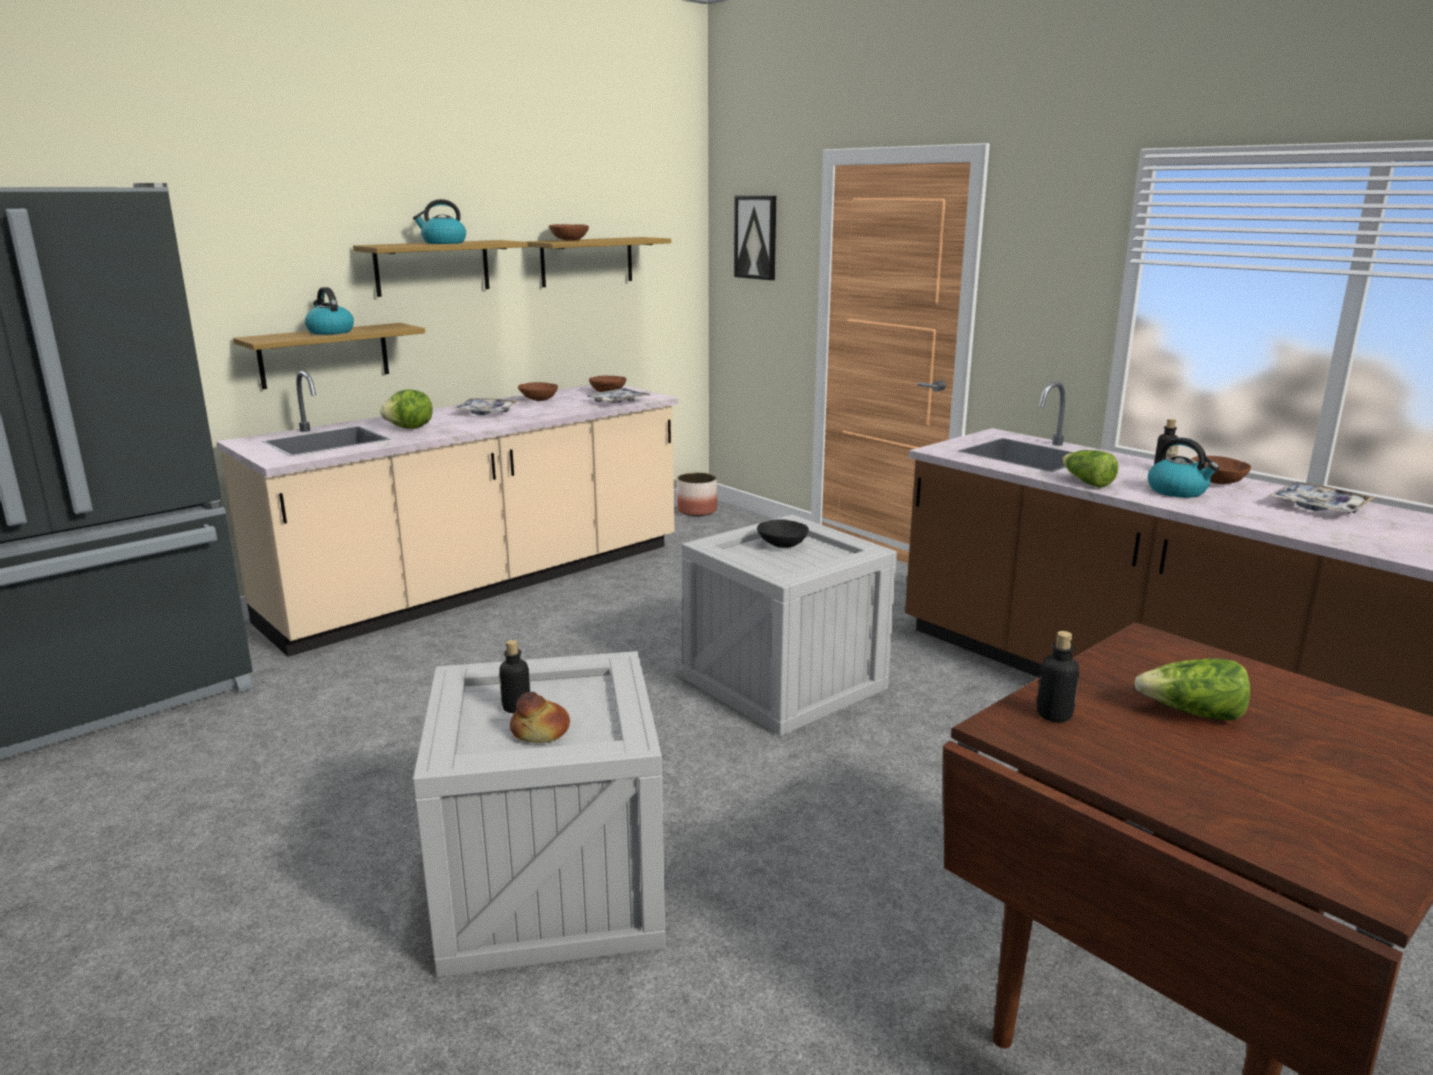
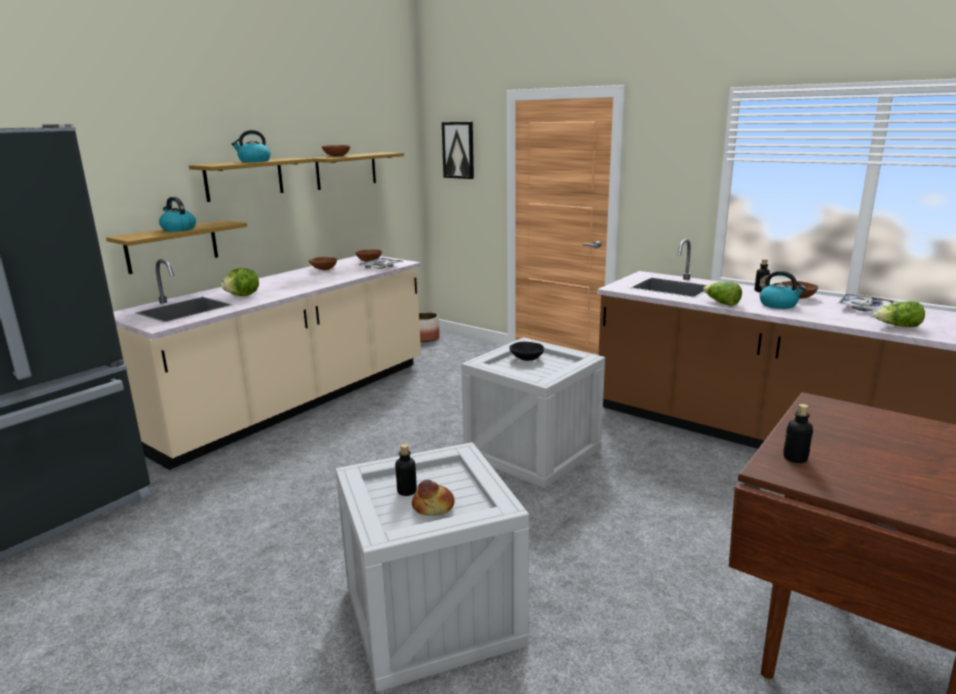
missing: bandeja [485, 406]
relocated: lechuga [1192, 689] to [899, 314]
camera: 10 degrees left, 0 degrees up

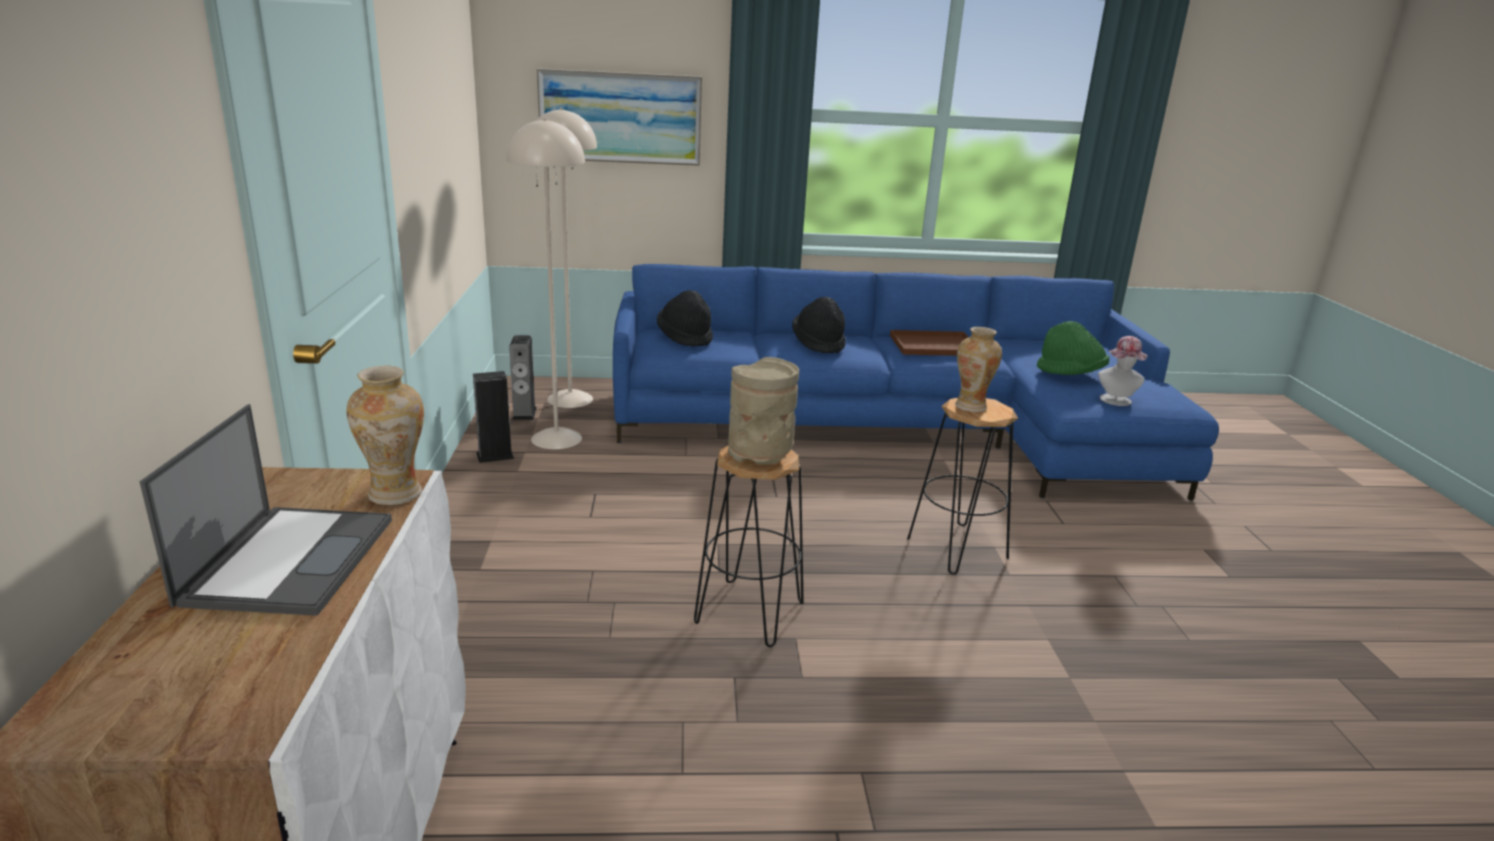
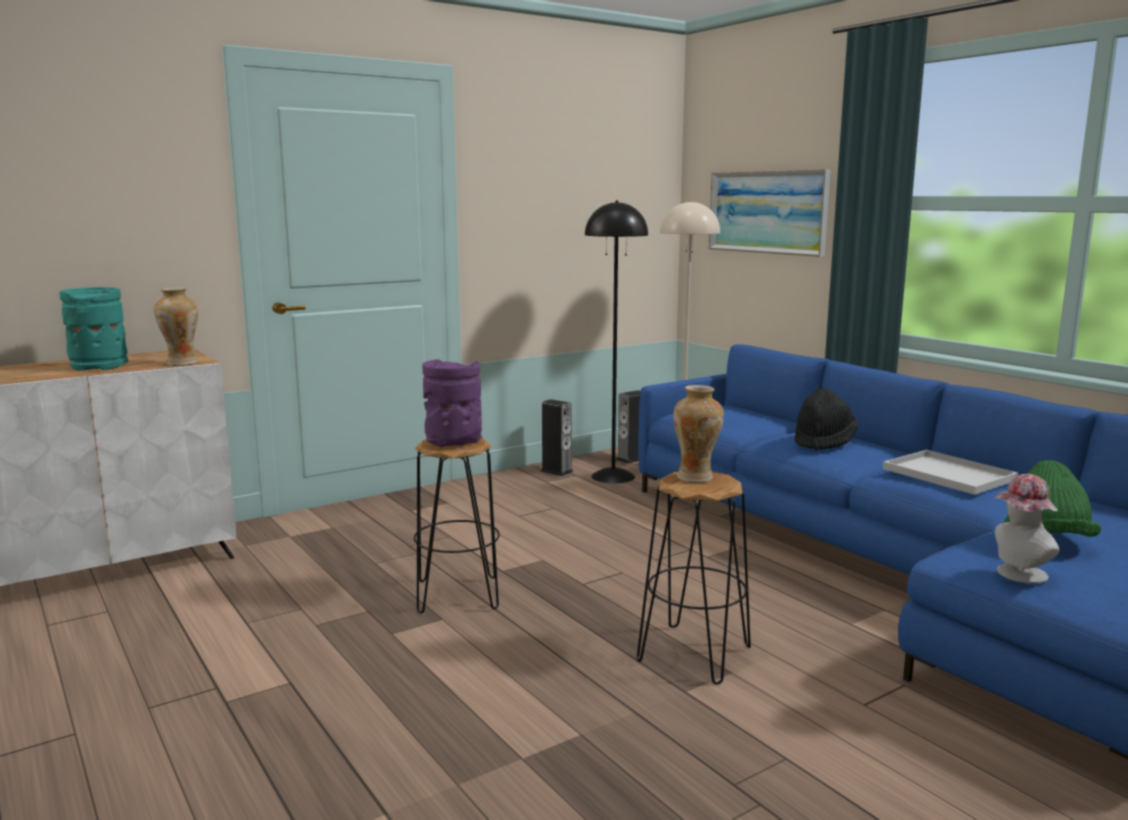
missing: sombrero/negro [685, 318]
exchanged: portátil [265, 510] to florero/turquesa [93, 329]
colour: florero/beis [763, 411] to florero/morado [452, 403]; lámpara de pie/beis [545, 283] to lámpara de pie/negro [616, 342]; bandeja/marrón [929, 343] to bandeja/blanco [950, 472]
camera: 60 degrees right, 10 degrees down

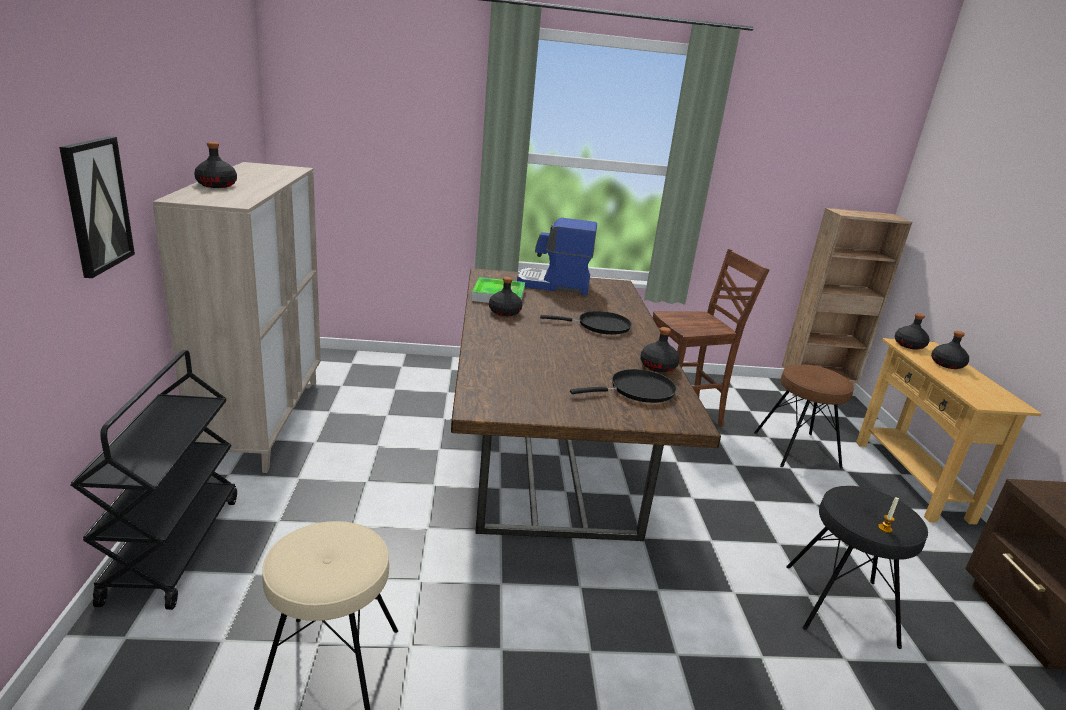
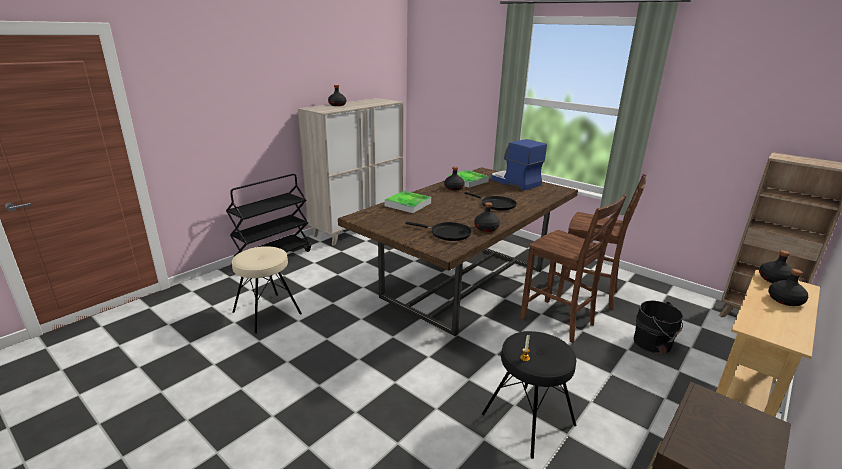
missing: cuadro [97, 207]
appeared: bandeja [407, 202]; silla/marrón [573, 269]
exchanged: taburete/marrón [804, 416] to cubo/negro [658, 327]
camera: 45 degrees right, 0 degrees up

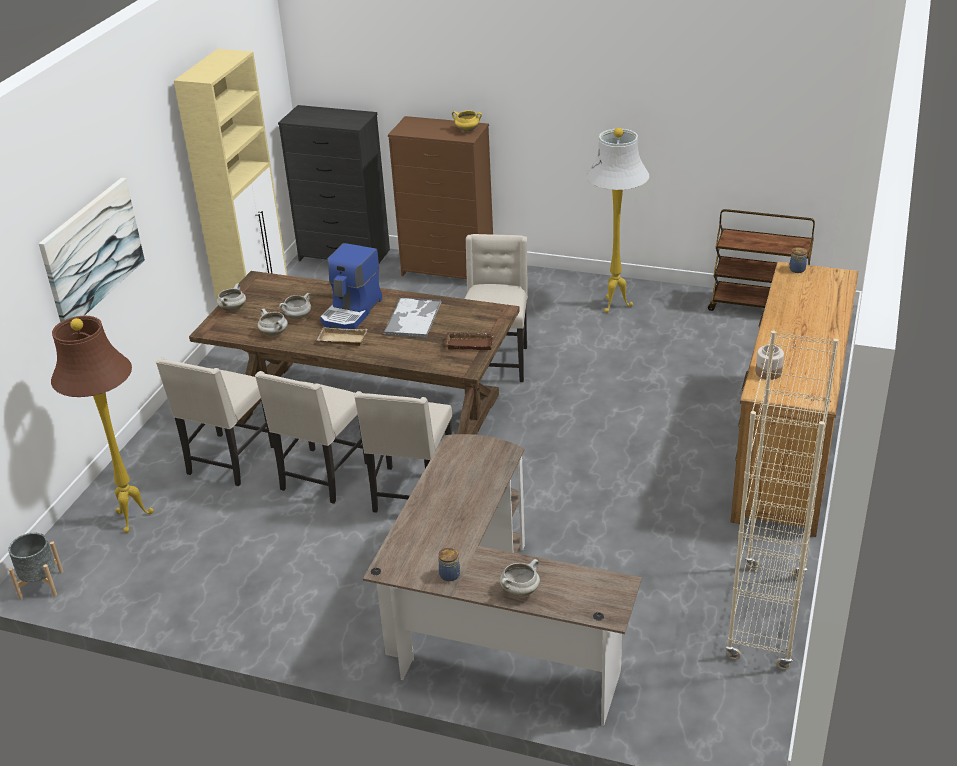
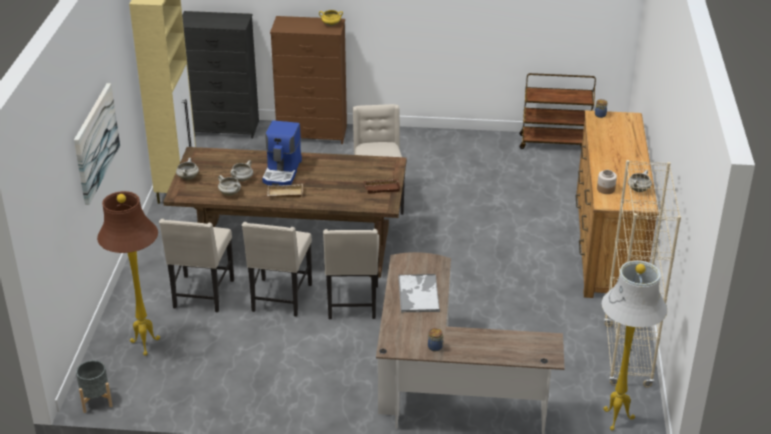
relocated: bandeja [412, 317] to [419, 293]; lámpara de pie/blanco [617, 220] to [634, 345]; olla/blanco [520, 578] to [640, 181]
camera: 15 degrees left, 0 degrees up

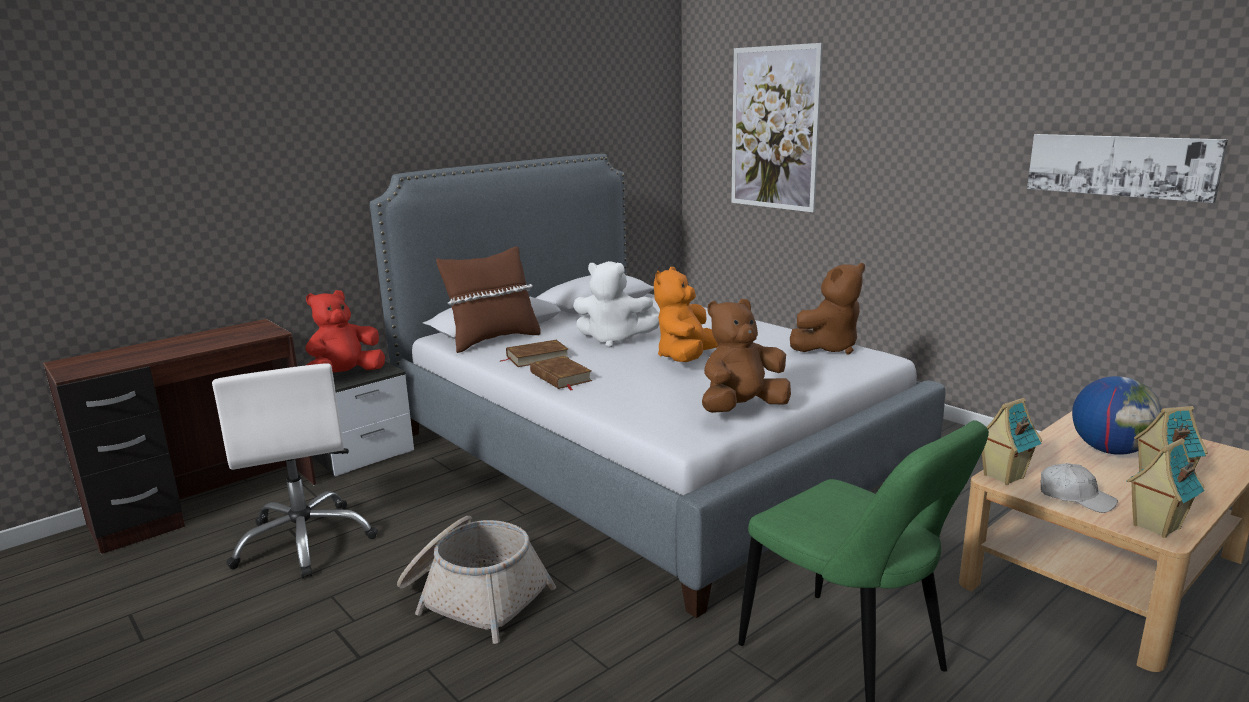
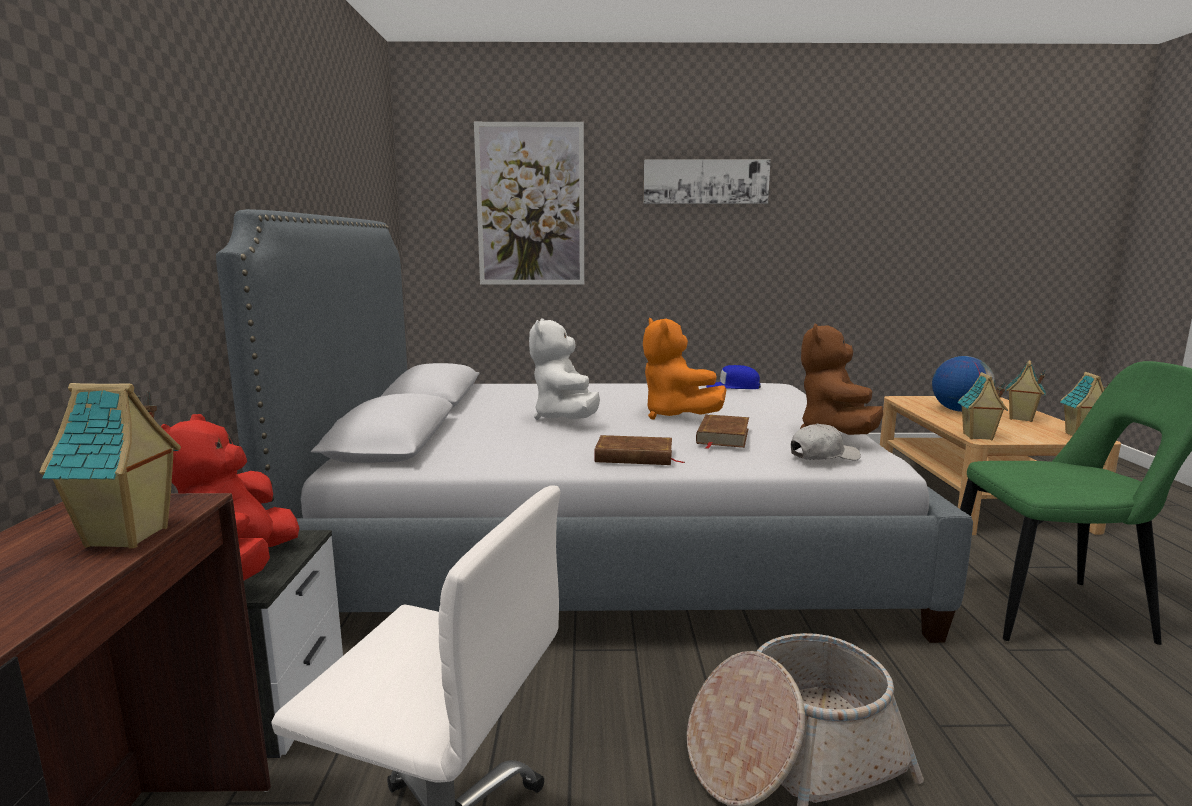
missing: cojín/marrón [488, 299]
appeared: casita [110, 466]
relocated: cuadro [1127, 168] to [707, 181]; libro/marrón [534, 353] to [722, 431]; gorra/blanco [1079, 488] to [826, 442]
exchanged: peluche/marrón [827, 308] to gorra/azul [733, 377]
spun: peluche/blanco [616, 304] = [564, 369] 120 degrees clockwise
camera: 50 degrees left, 5 degrees down

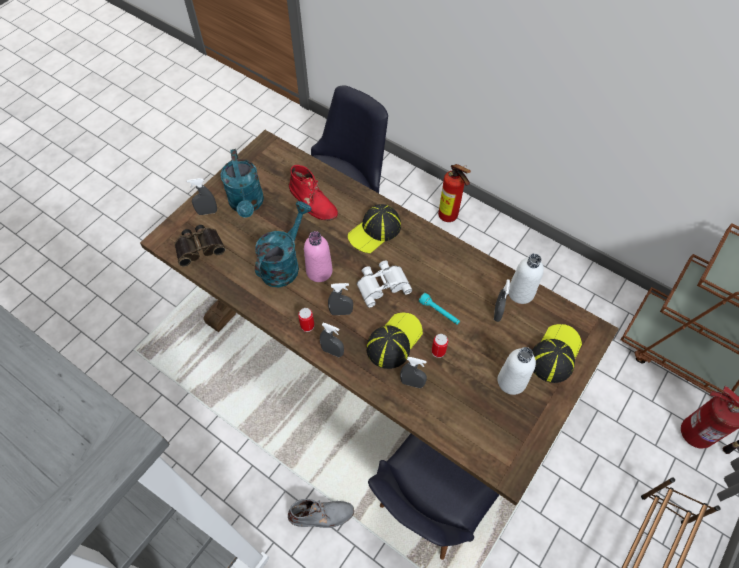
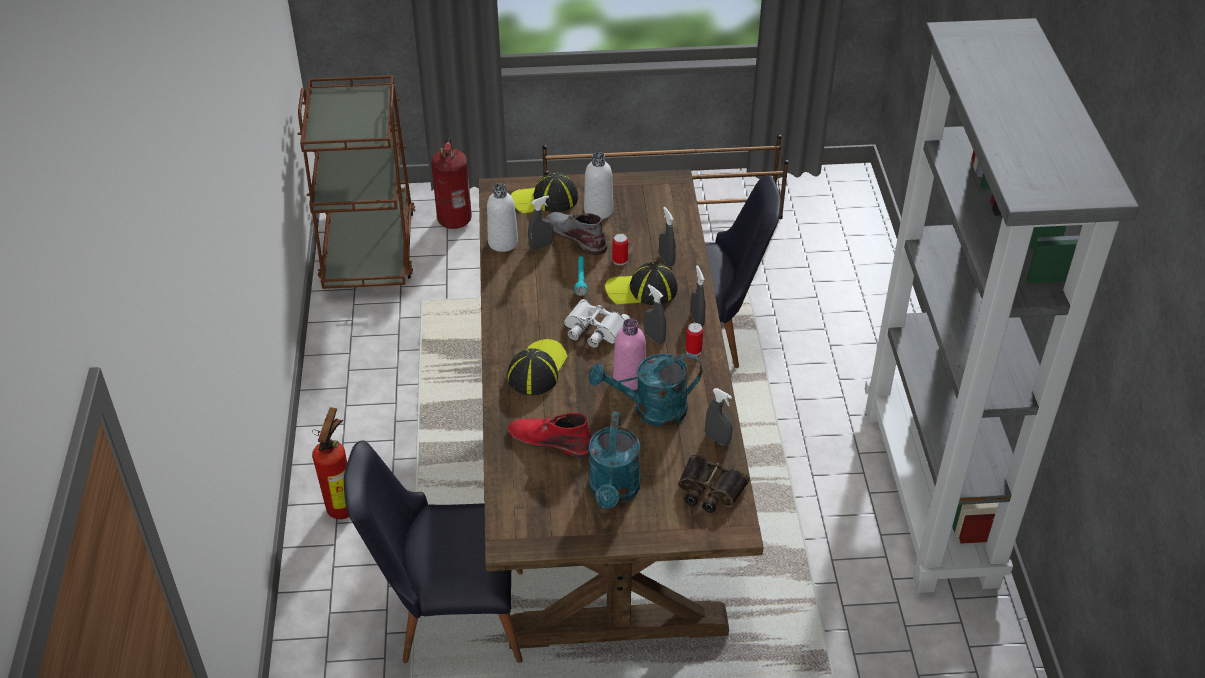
relocated: bota/gris [321, 513] to [576, 233]; pulverizador/gris [202, 196] to [719, 417]
spun: gorra [374, 229] = [537, 367] 75 degrees counterclockwise; bota/rojo [313, 193] = [550, 435] 75 degrees counterclockwise; regadera/turquesa [242, 183] = [615, 460] 150 degrees clockwise
camera: 130 degrees left, 15 degrees down

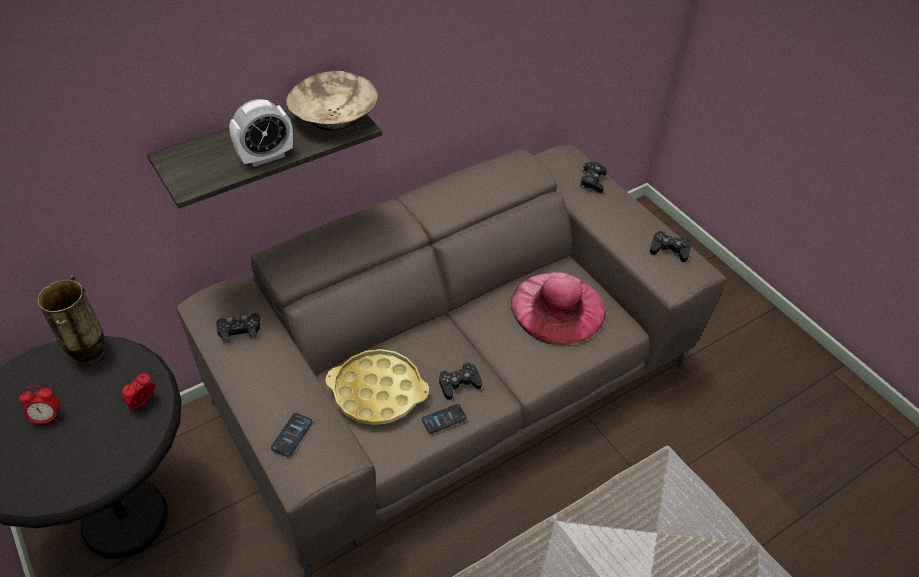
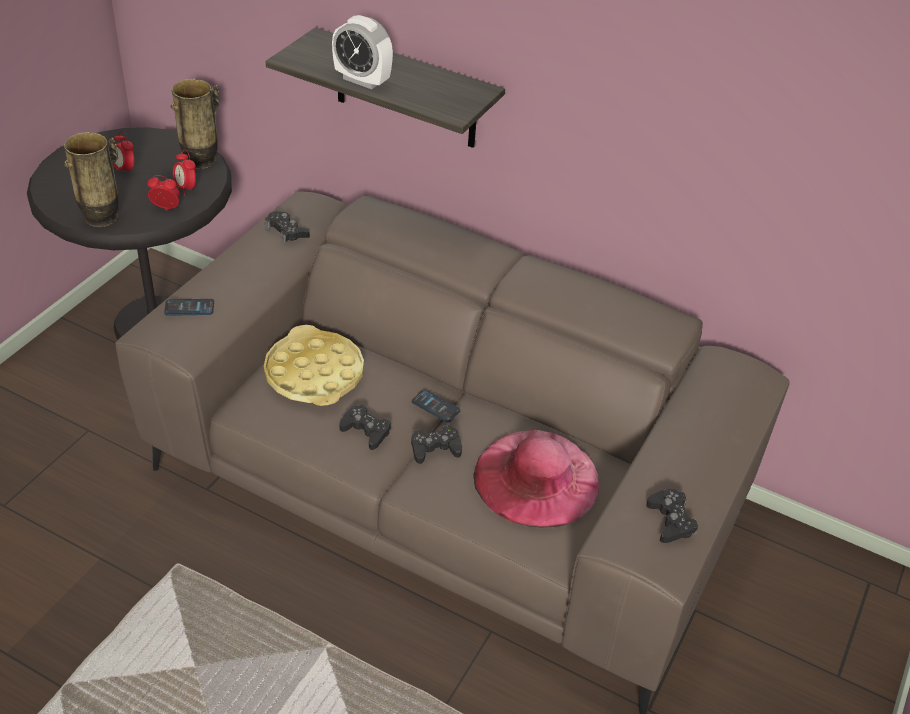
missing: cuenco/beis [332, 101]
appeared: florero [91, 179]; despertador [184, 172]
relocated: mando de consola/negro [593, 177] to [436, 444]; móvil [444, 419] to [436, 406]
camera: 60 degrees right, 5 degrees down

